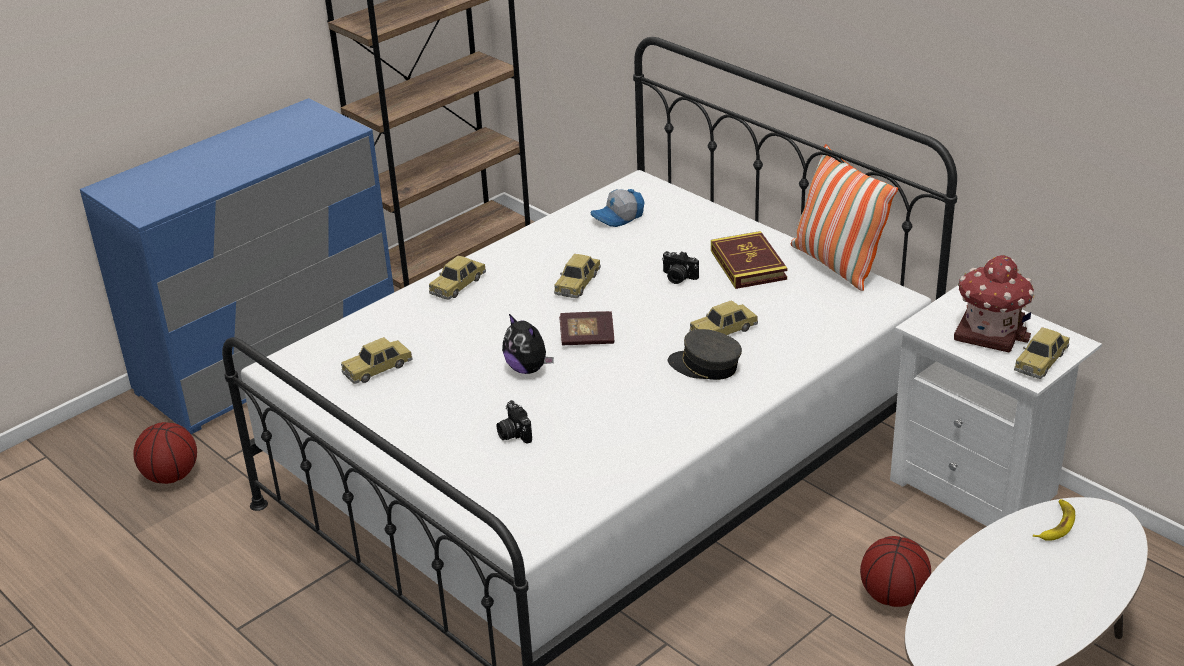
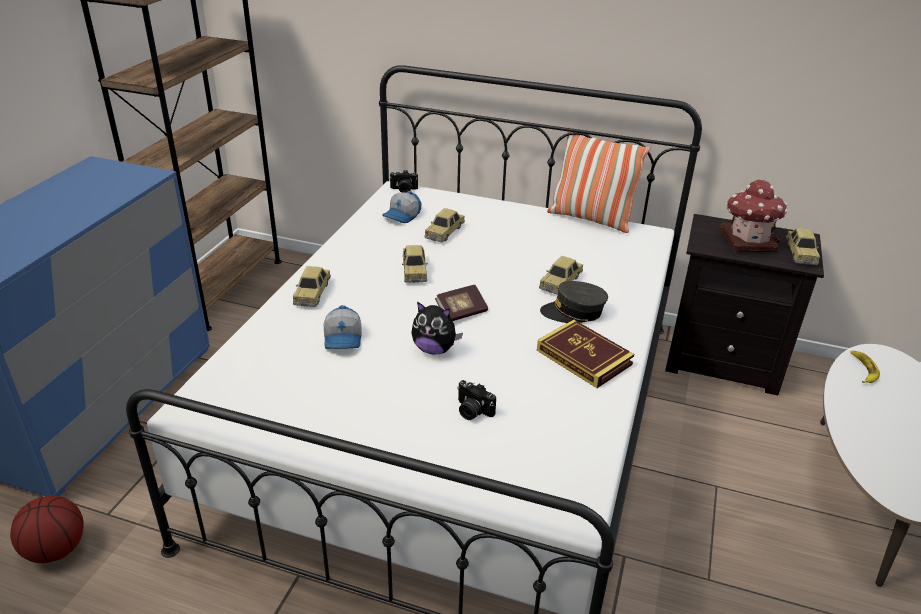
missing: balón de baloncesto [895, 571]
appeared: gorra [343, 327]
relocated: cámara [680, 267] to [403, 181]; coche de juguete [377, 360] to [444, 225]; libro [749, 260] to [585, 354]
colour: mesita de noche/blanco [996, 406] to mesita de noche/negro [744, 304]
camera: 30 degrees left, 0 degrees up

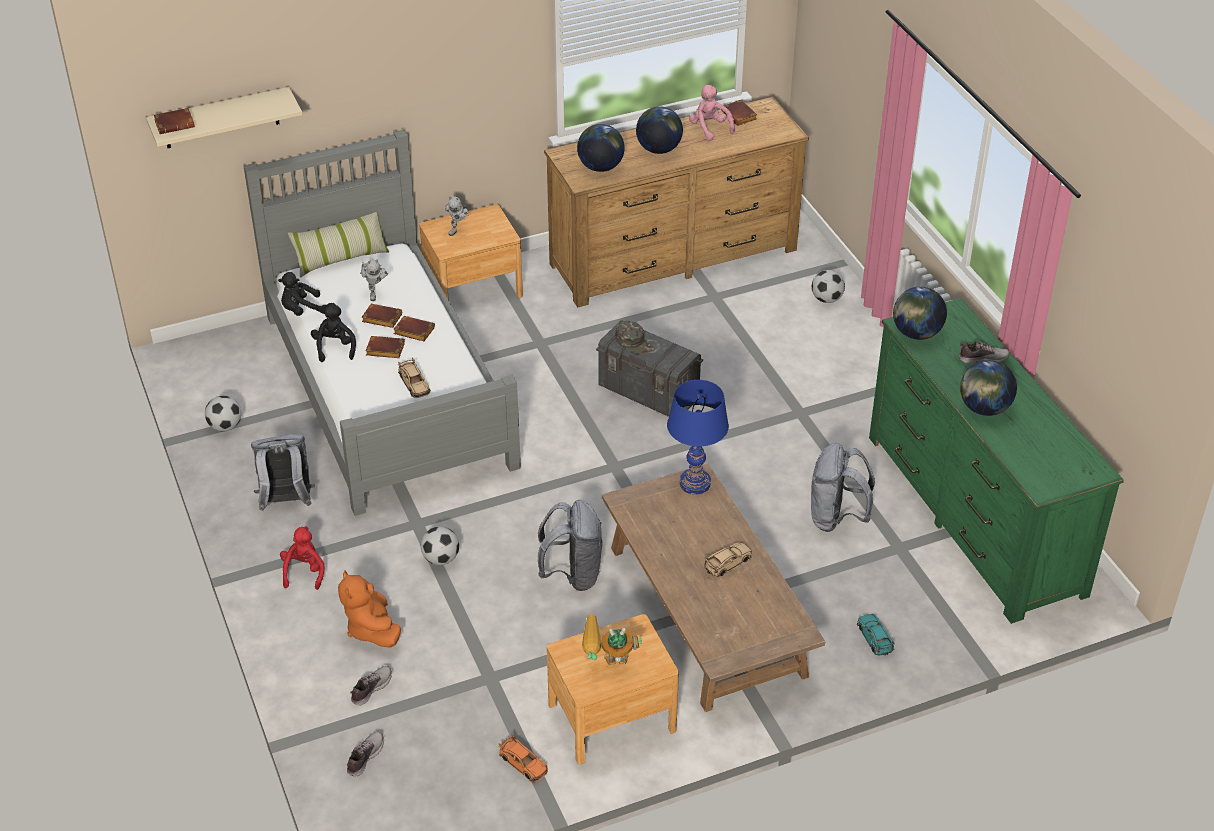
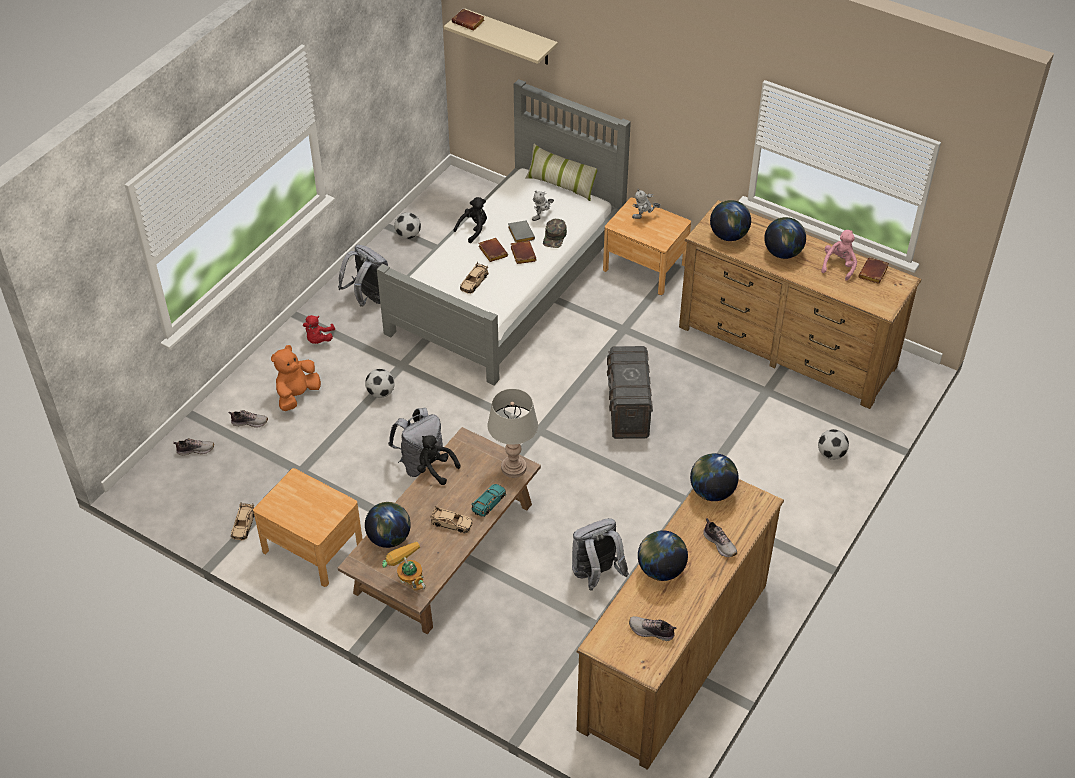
appeared: globo terráqueo [388, 525]; zapato [653, 628]
relocated: robot de juguete [612, 639] to [404, 566]; peluche/negro [302, 294] to [438, 460]; coche de juguete/turquesa [876, 635] to [488, 500]; gorra/verde [634, 338] to [555, 233]
colour: coche de juguete/naranja [523, 758] to coche de juguete/beis [242, 521]; lámpara de mesa/azul [698, 437] to lámpara de mesa/gris [512, 433]; libro/marrón [382, 316] to libro/gris [521, 231]; cómoda/verde [996, 461] to cómoda/marrón [680, 624]
spun: peluche/rojo [302, 558] = [319, 329] 135 degrees clockwise
camera: 55 degrees right, 5 degrees up

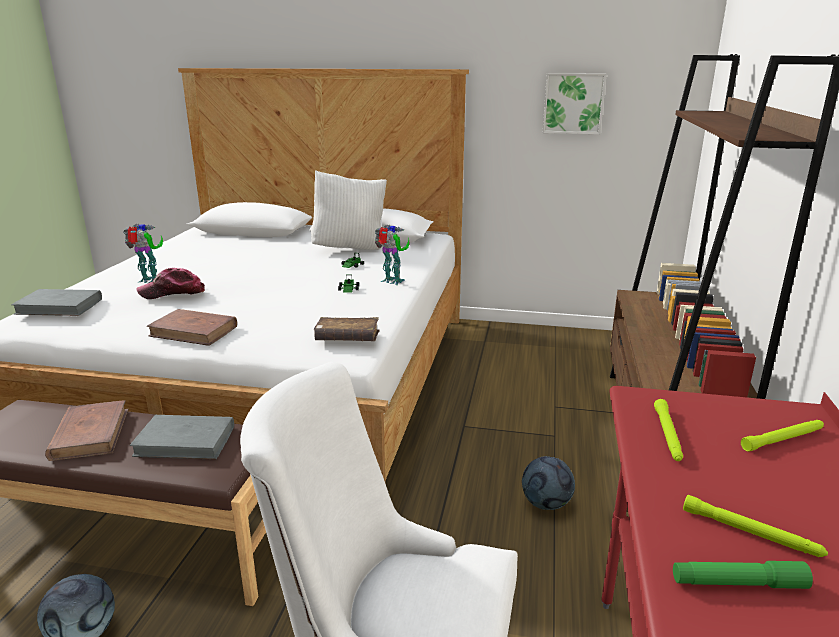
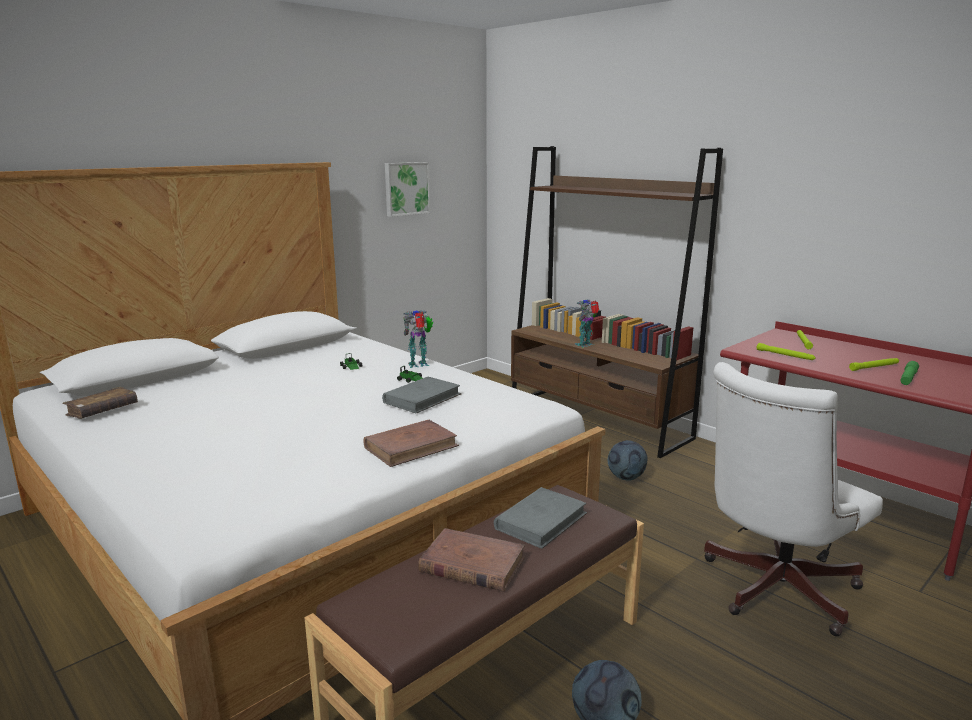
missing: gorra [170, 283]; cojín/blanco [349, 210]
relocated: libro/marrón [346, 329] to [100, 403]; libro/gris [56, 302] to [422, 395]; robot de juguete [143, 253] to [586, 323]
camera: 55 degrees left, 5 degrees down

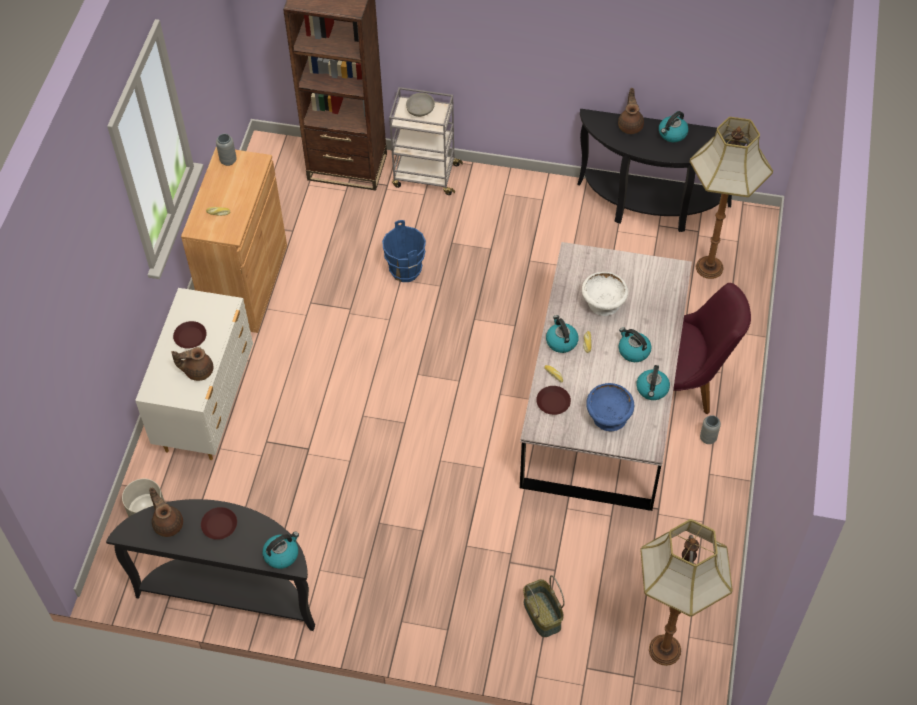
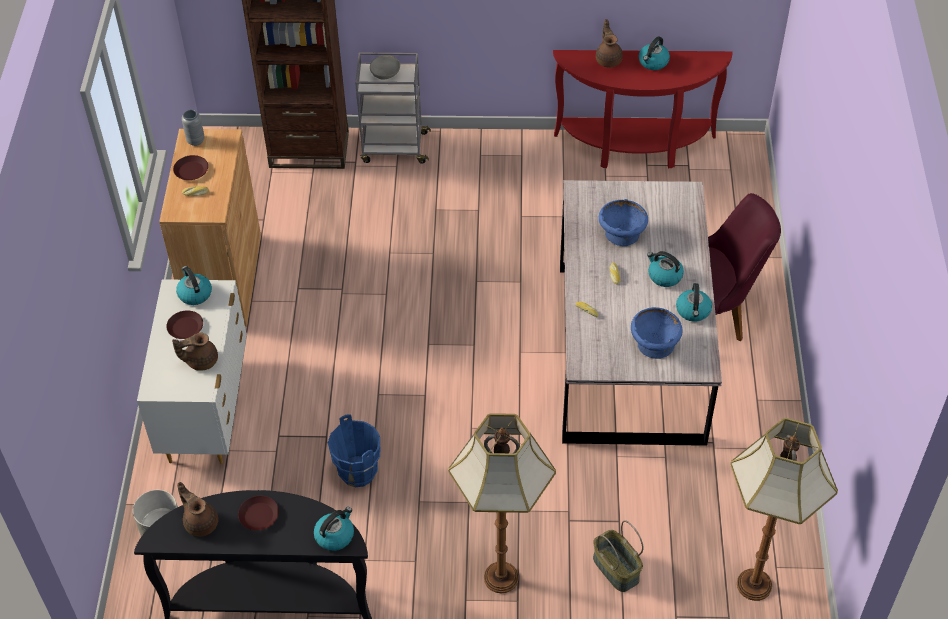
missing: florero/gris [710, 429]
relocated: plato/marrón [553, 400] to [190, 167]; hervidor [562, 334] to [194, 285]; cubo/azul [404, 251] to [354, 450]; lámpara de pie [731, 198] to [502, 503]
colour: mesa consola/negro [661, 170] to mesa consola/rojo [642, 109]; cuenco/blanco [605, 294] to cuenco/azul [623, 222]
camera: 10 degrees left, 5 degrees down

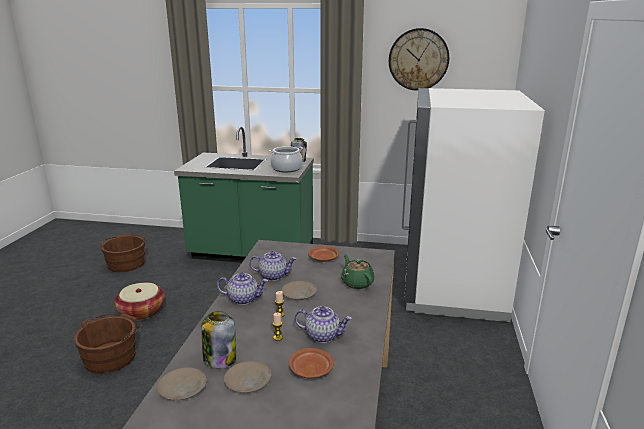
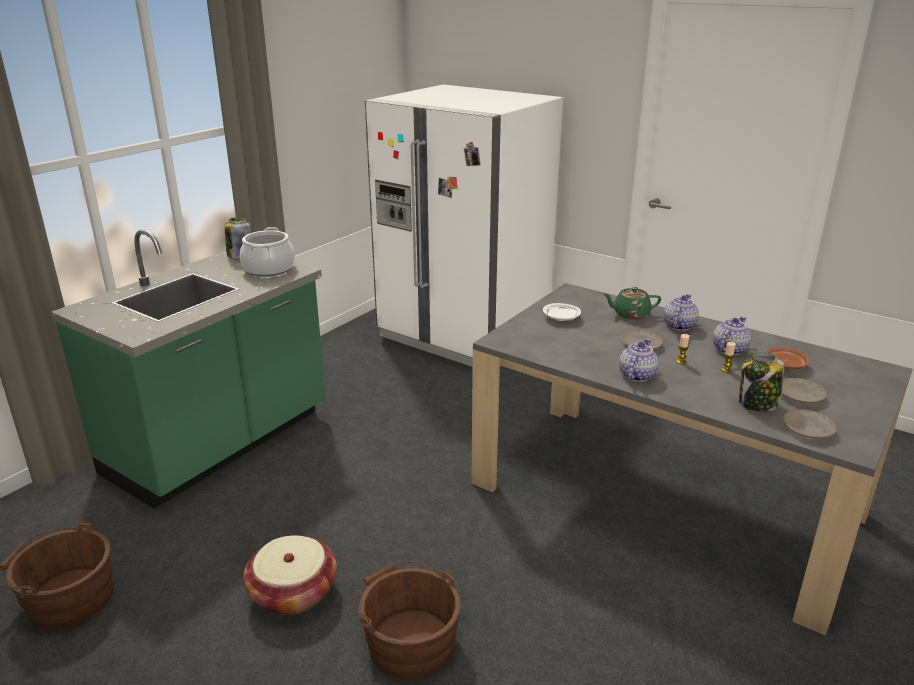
missing: reloj de pared [419, 59]
relocated: tetera [272, 266] to [681, 312]
colour: plato/marrón [323, 254] to plato/blanco [562, 312]
camera: 65 degrees left, 5 degrees up

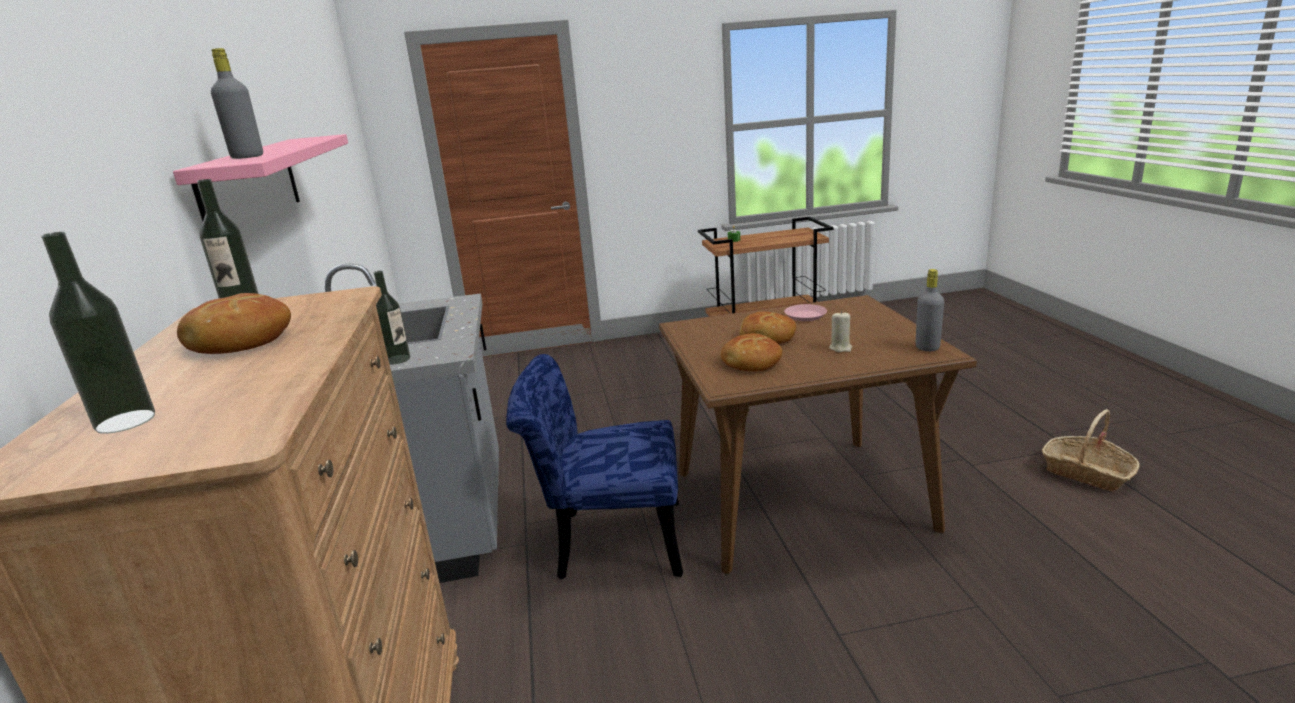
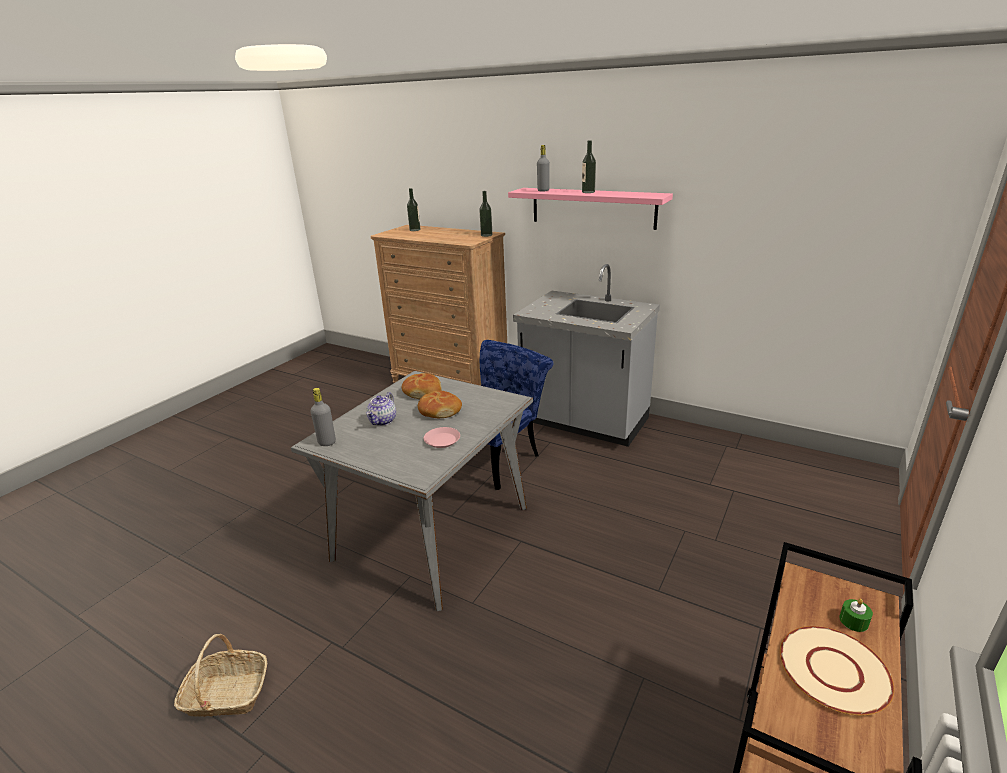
missing: pan [234, 323]
appeared: plato/beis [837, 671]
relocated: botella [392, 317] to [589, 166]
exchanged: vela/beis [840, 331] to tetera [381, 409]
colour: mesa de comedor/marrón [818, 434] to mesa de comedor/gris [412, 491]
camera: 130 degrees right, 5 degrees up

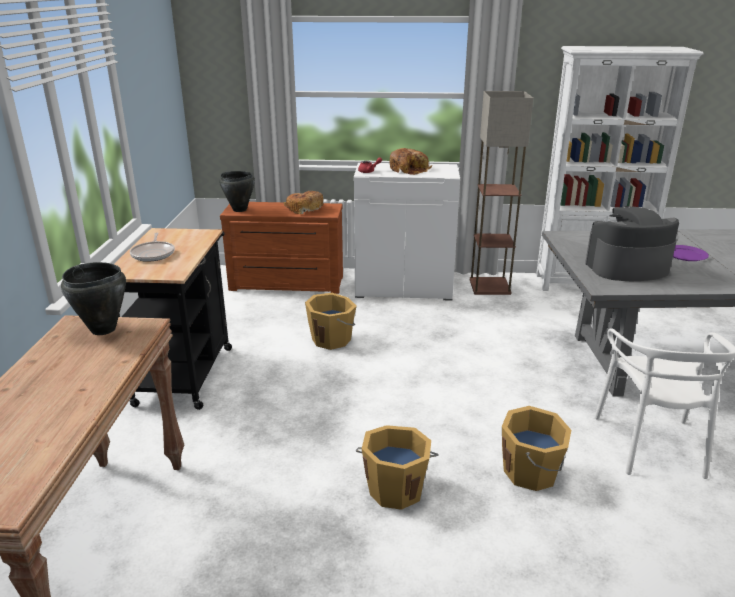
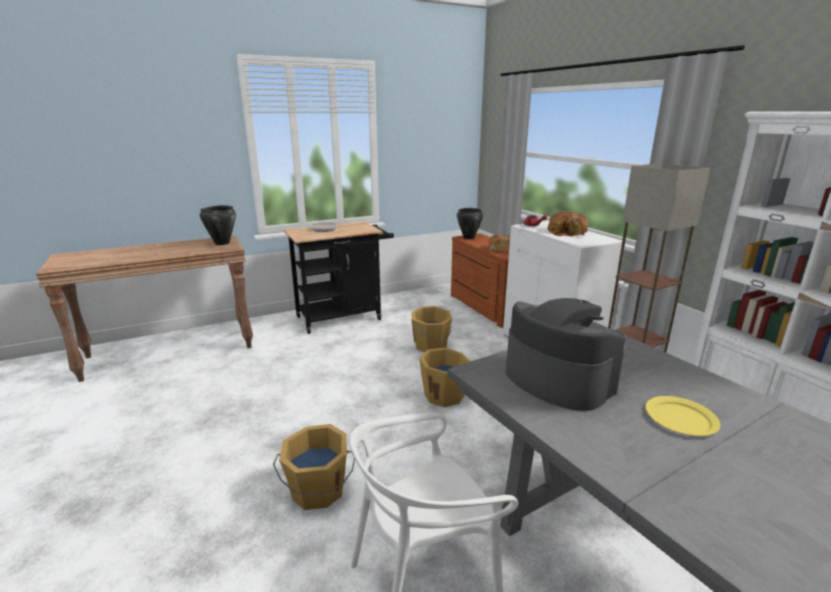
relocated: cubo/naranja [397, 467] to [445, 377]
colour: plato/morado [691, 253] to plato/amarillo [682, 416]
camera: 60 degrees right, 5 degrees down

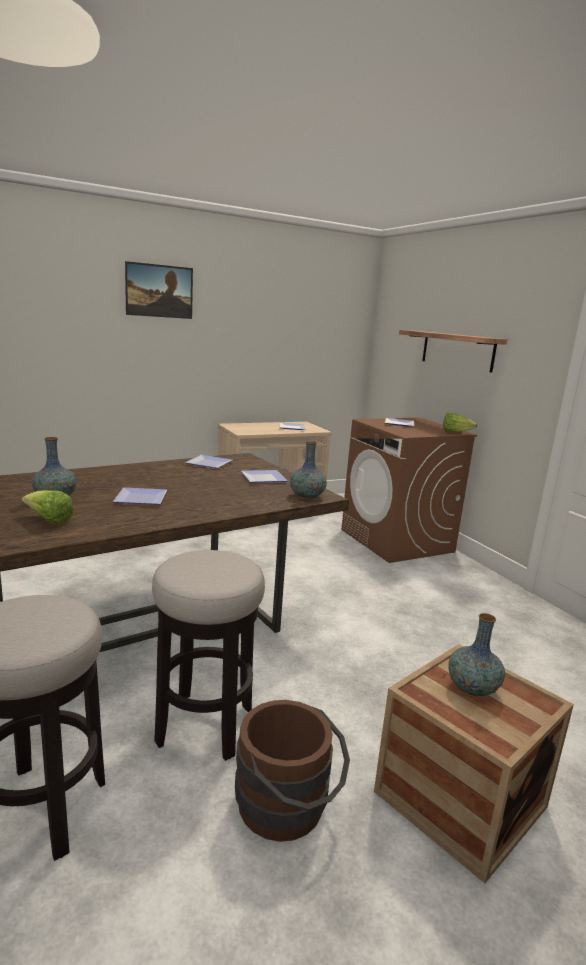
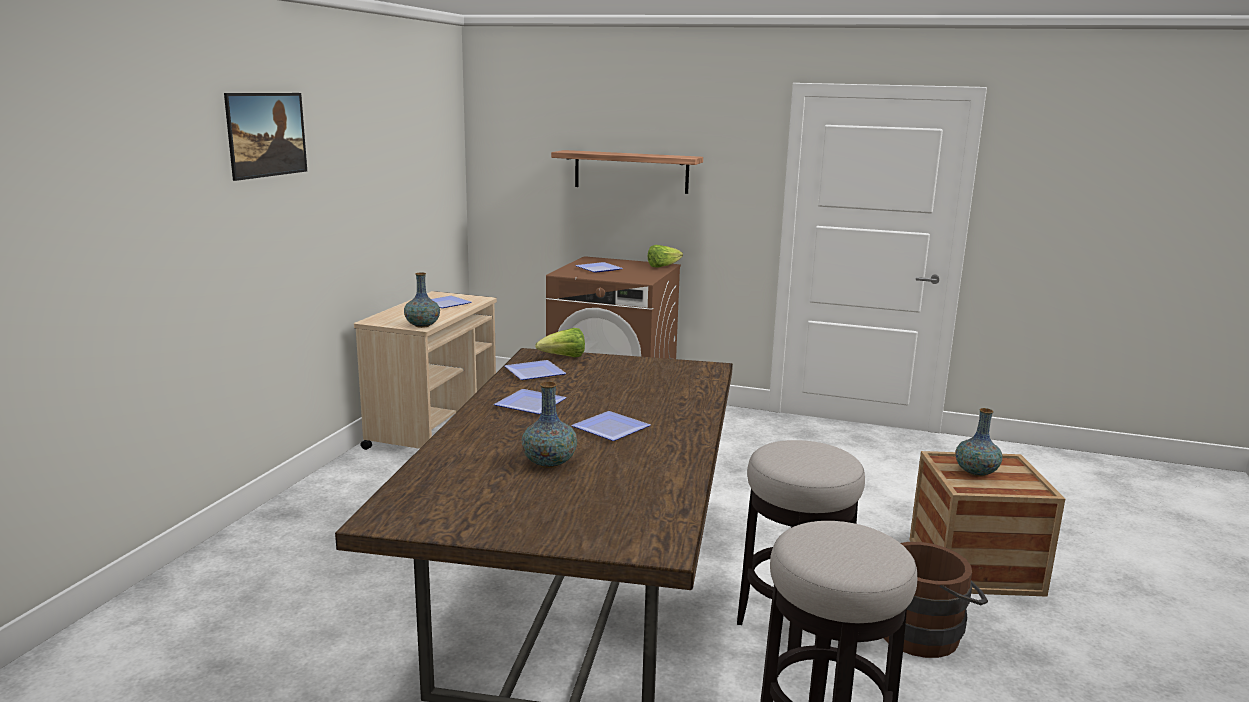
relocated: florero [308, 470] to [422, 300]; plato [264, 476] to [530, 401]; lechuga [48, 507] to [560, 342]
camera: 45 degrees left, 0 degrees up

